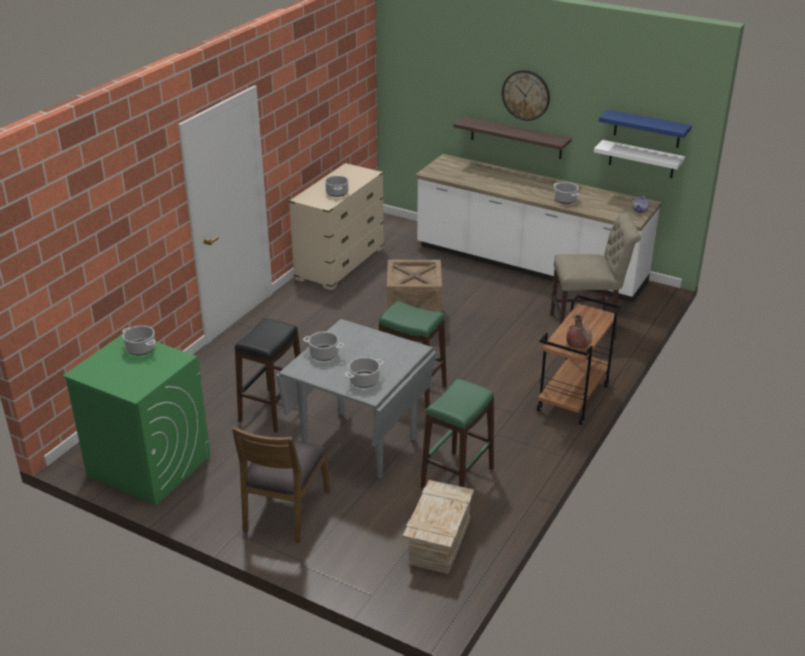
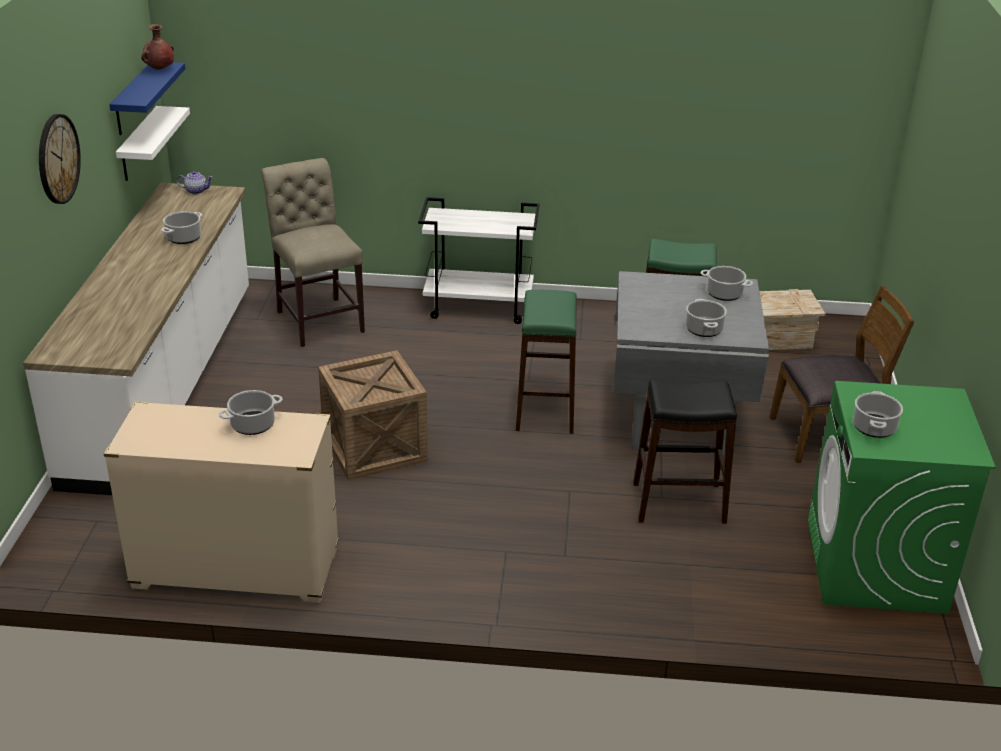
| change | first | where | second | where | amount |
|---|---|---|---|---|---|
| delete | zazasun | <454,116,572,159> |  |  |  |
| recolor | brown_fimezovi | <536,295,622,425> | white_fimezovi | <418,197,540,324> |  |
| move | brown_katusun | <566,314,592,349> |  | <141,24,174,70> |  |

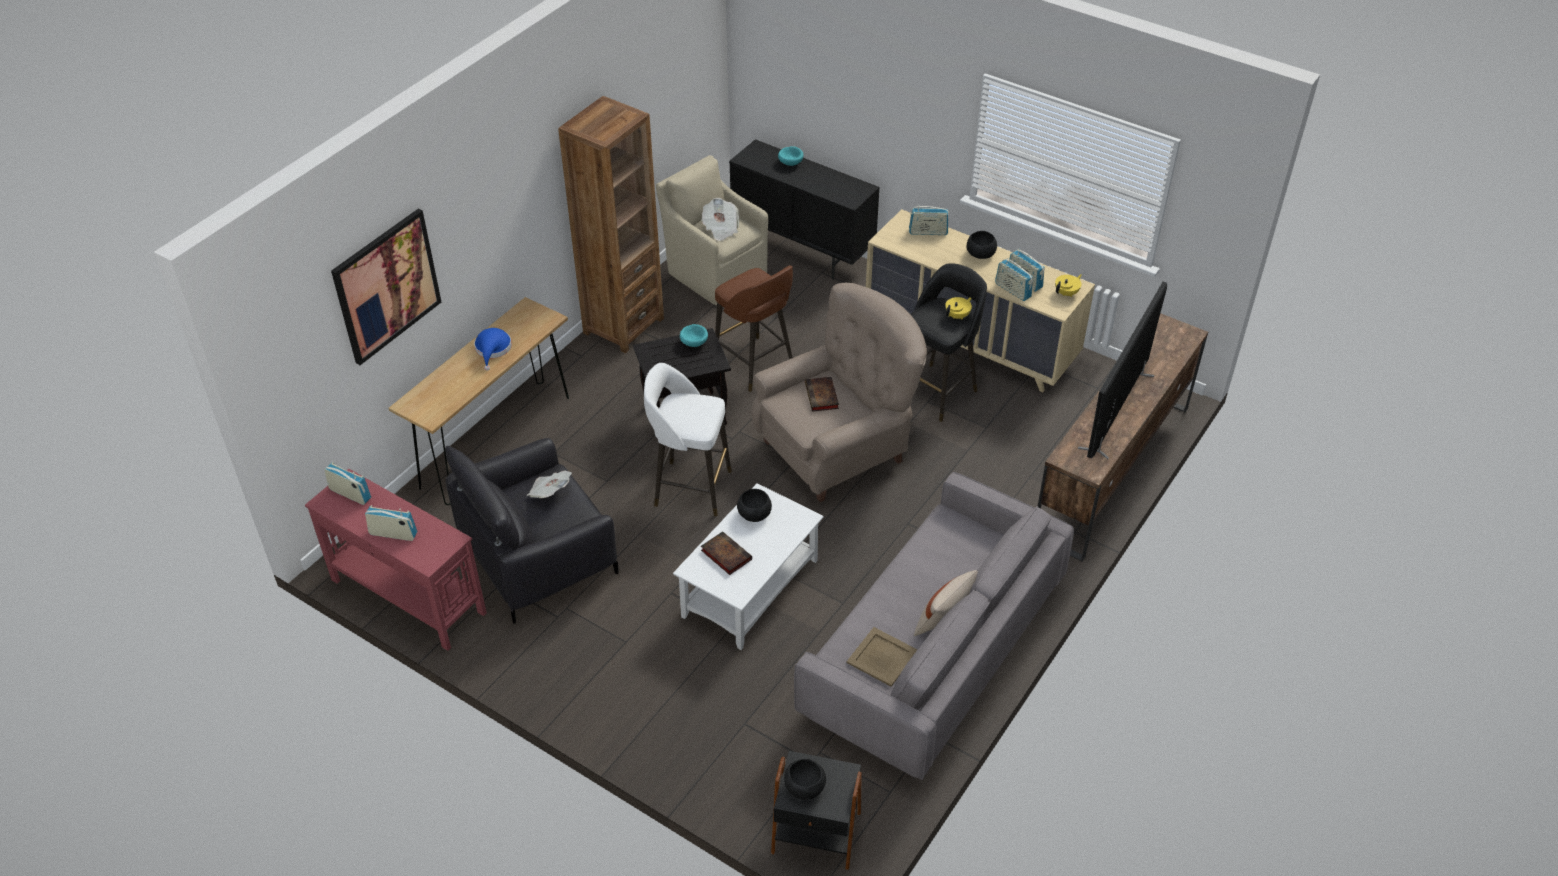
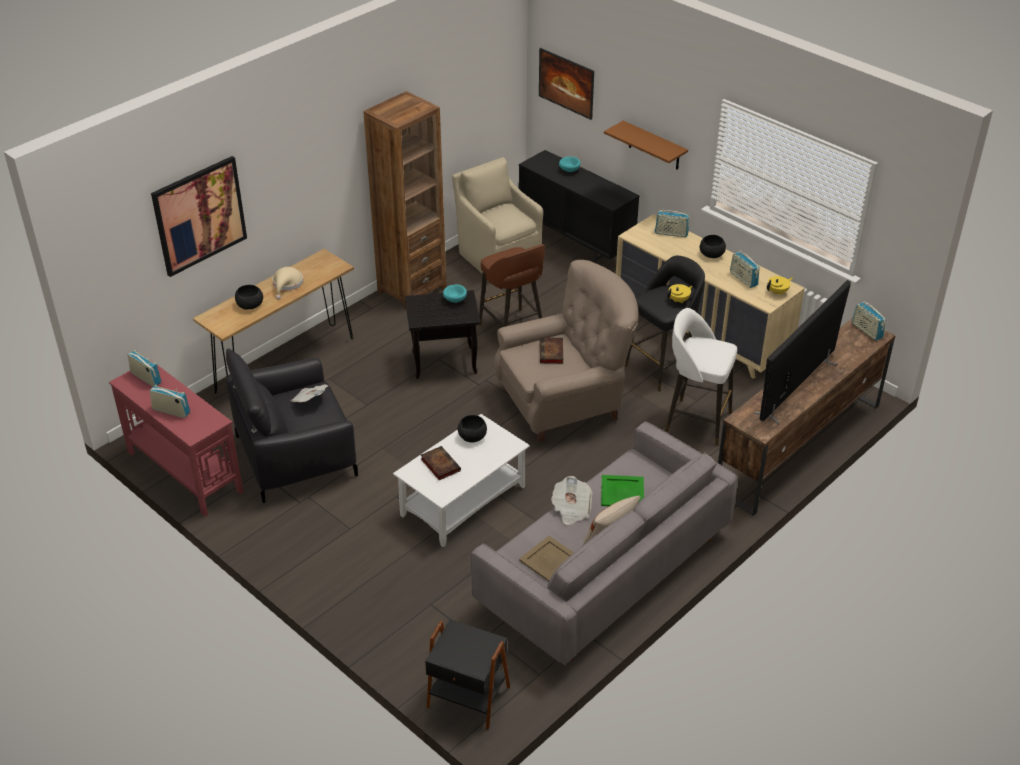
| change | first | where | second | where | amount |
|---|---|---|---|---|---|
| move | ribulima | <701,198,739,241> |  | <551,476,593,525> |  |
| move | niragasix | <995,258,1033,301> |  | <852,301,886,340> |  |
| recolor | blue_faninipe | <474,328,512,371> | beige_faninipe | <273,267,303,299> |  |
| move | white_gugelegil | <644,363,732,516> |  | <665,308,737,445> |  |
| move | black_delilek | <784,759,826,800> |  | <235,285,263,310> |  |
| insert |  |  | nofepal | <539,48,594,120> |  |
| insert |  |  | brown_zazasun | <604,121,688,170> |  |
| insert |  |  | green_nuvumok | <601,475,644,506> |  |

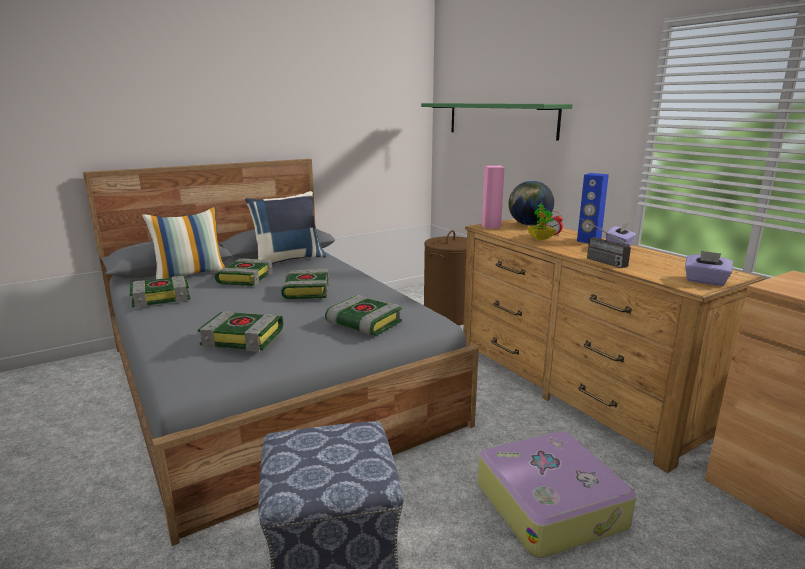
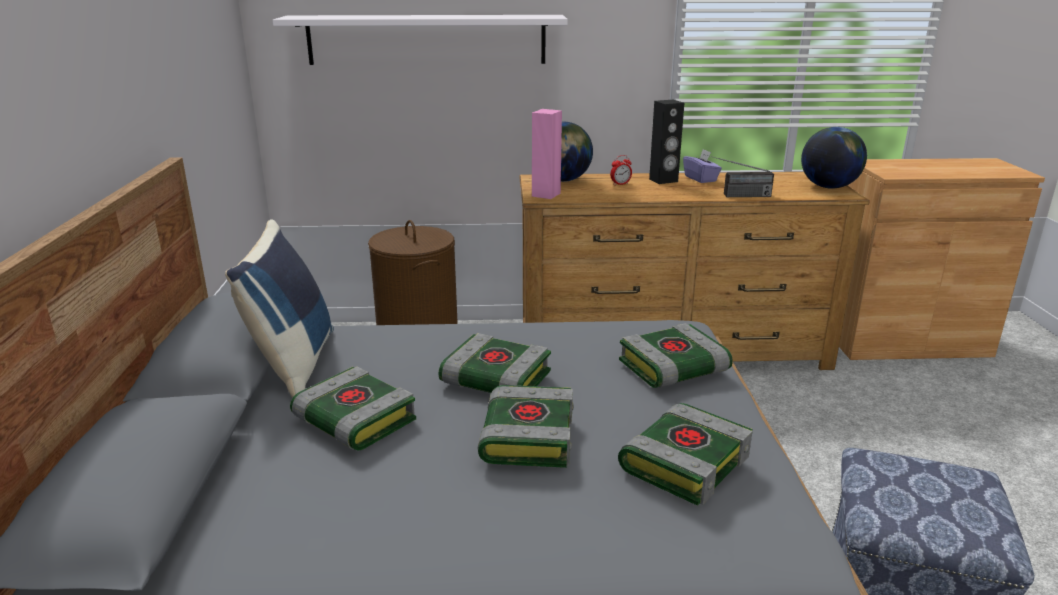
| change | first | where | second | where | amount |
|---|---|---|---|---|---|
| recolor | green_zazasun | <421,103,573,141> | white_zazasun | <272,15,568,65> |  |
| recolor | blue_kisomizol | <577,173,609,243> | black_kisomizol | <649,100,684,184> |  |
| delete | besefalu | <527,204,556,240> |  |  |  |
| delete | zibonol | <142,207,226,279> |  |  |  |
| replace | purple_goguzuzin | <685,251,733,286> | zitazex | <801,127,867,189> |  |
| move | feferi | <130,276,190,308> |  | <478,385,574,468> |  |
| delete | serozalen | <478,431,636,558> |  |  |  |

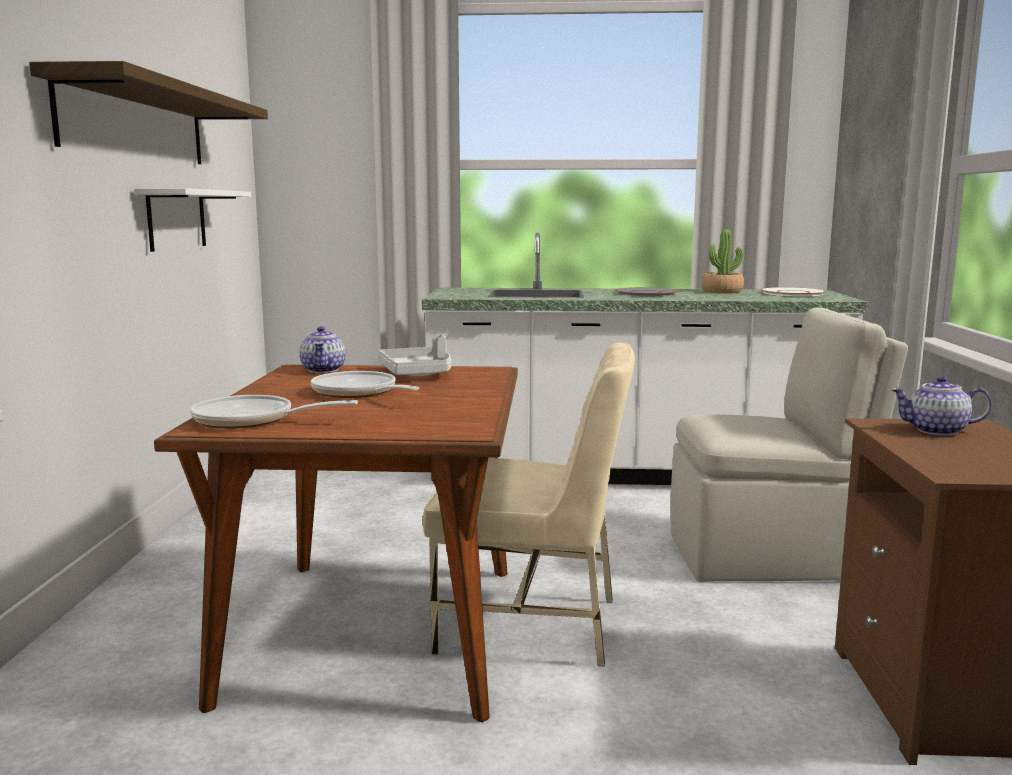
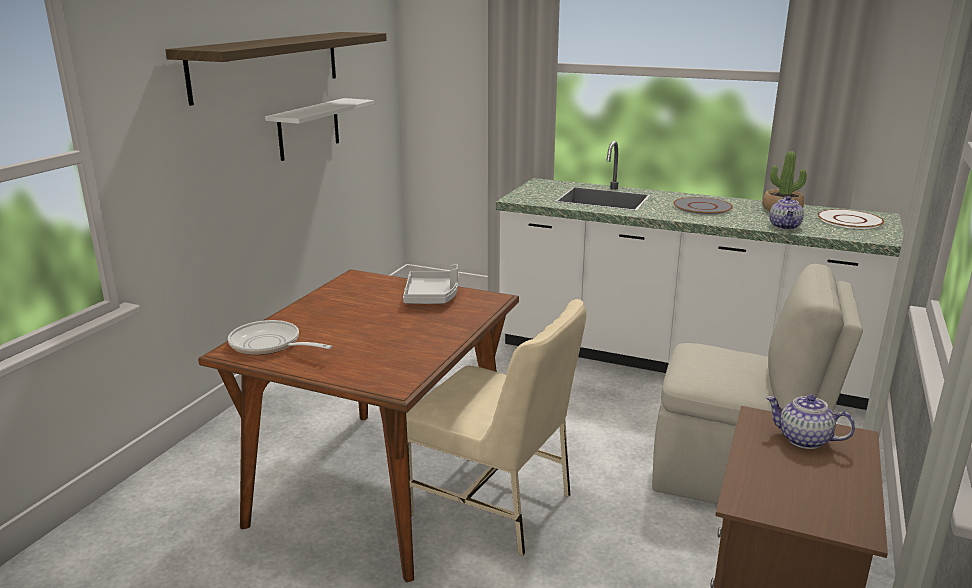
| change | first | where | second | where | amount |
|---|---|---|---|---|---|
| move | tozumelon | <299,326,346,373> |  | <769,196,804,230> |  |
| delete | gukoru | <311,371,419,398> |  |  |  |

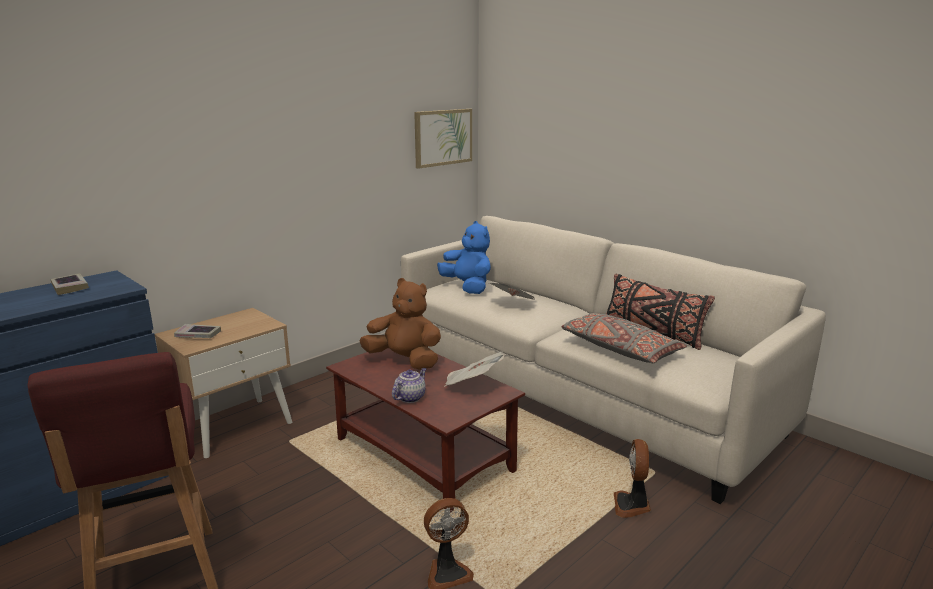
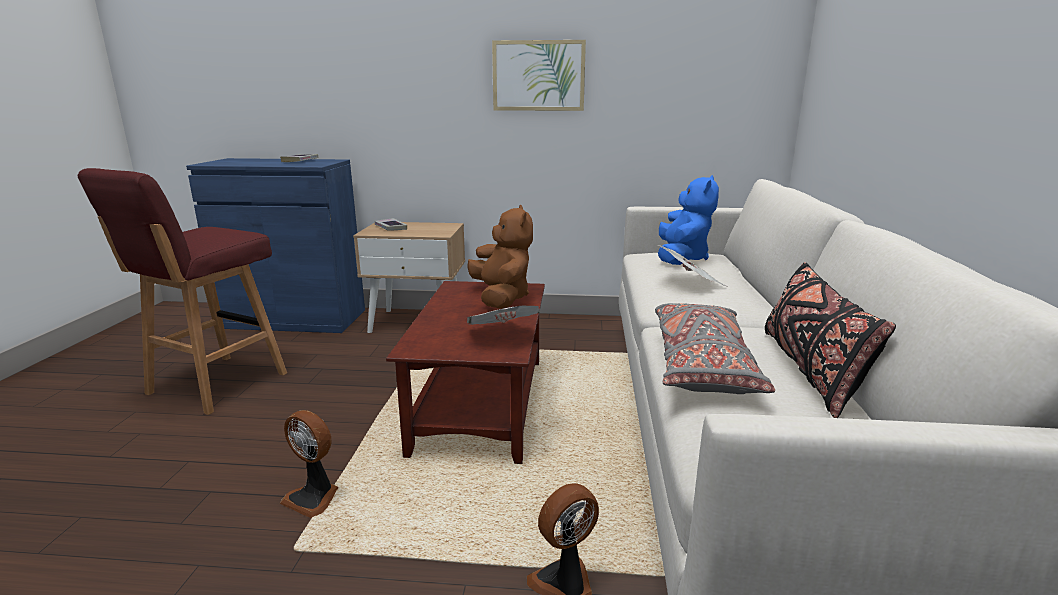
| change | first | where | second | where | amount |
|---|---|---|---|---|---|
| move | nofepal | <414,109,472,168> |  | <492,40,586,111> |  |
| delete | tozumelon | <392,368,426,403> |  |  |  |

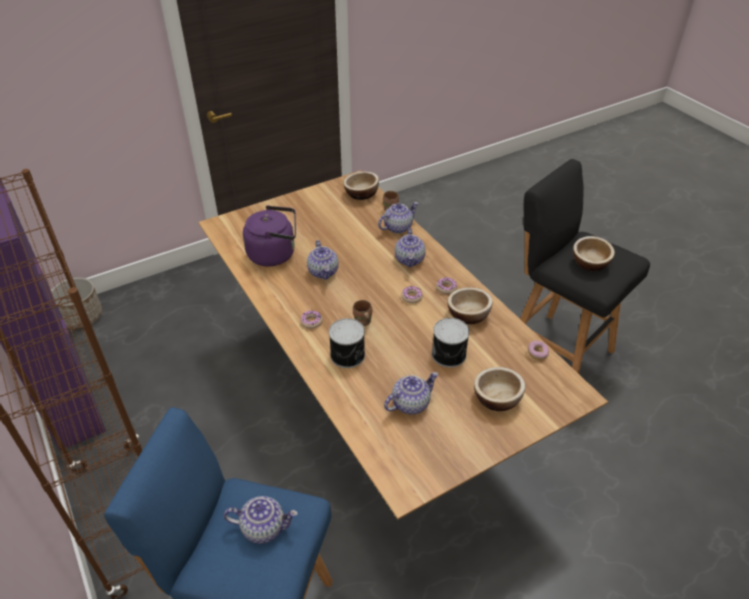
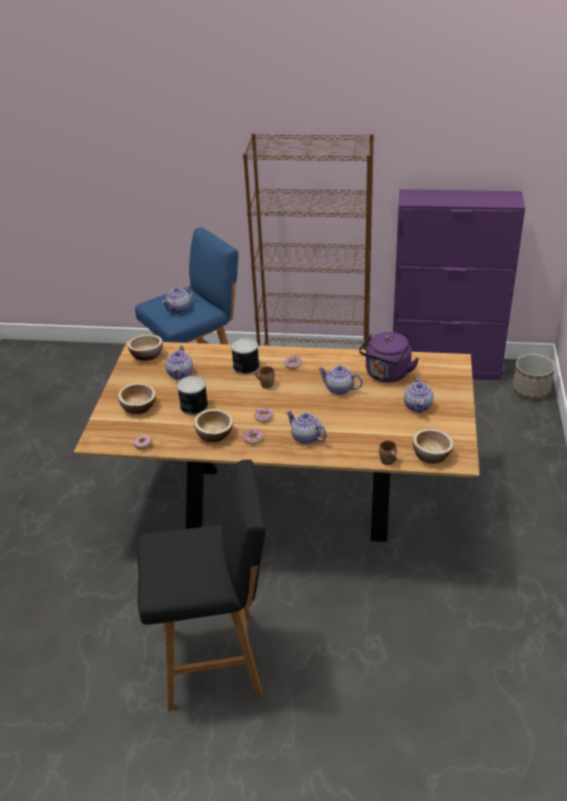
| change | first | where | second | where | amount |
|---|---|---|---|---|---|
| move | tozumelon | <378,202,418,234> |  | <404,376,434,413> |  |
| move | delilek | <573,236,615,271> |  | <127,334,163,361> |  |

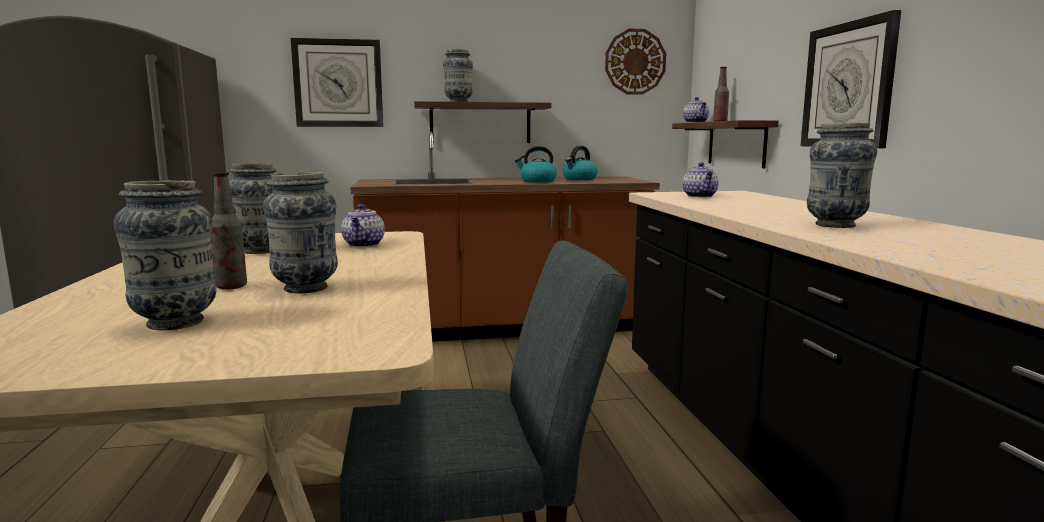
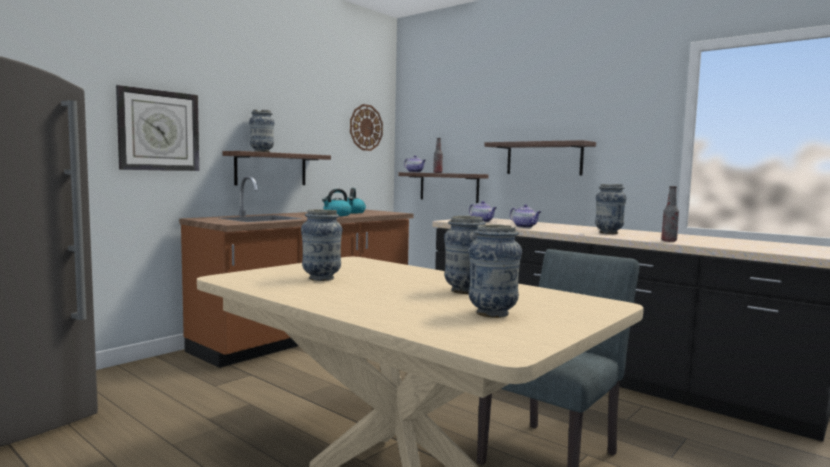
| change | first | where | second | where | amount |
|---|---|---|---|---|---|
| replace | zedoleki | <801,10,901,148> | zazasun | <484,140,596,176> |  |
| move | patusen | <211,172,247,290> |  | <661,186,679,242> |  |
| move | tozumelon | <341,204,385,247> |  | <510,204,541,228> |  |

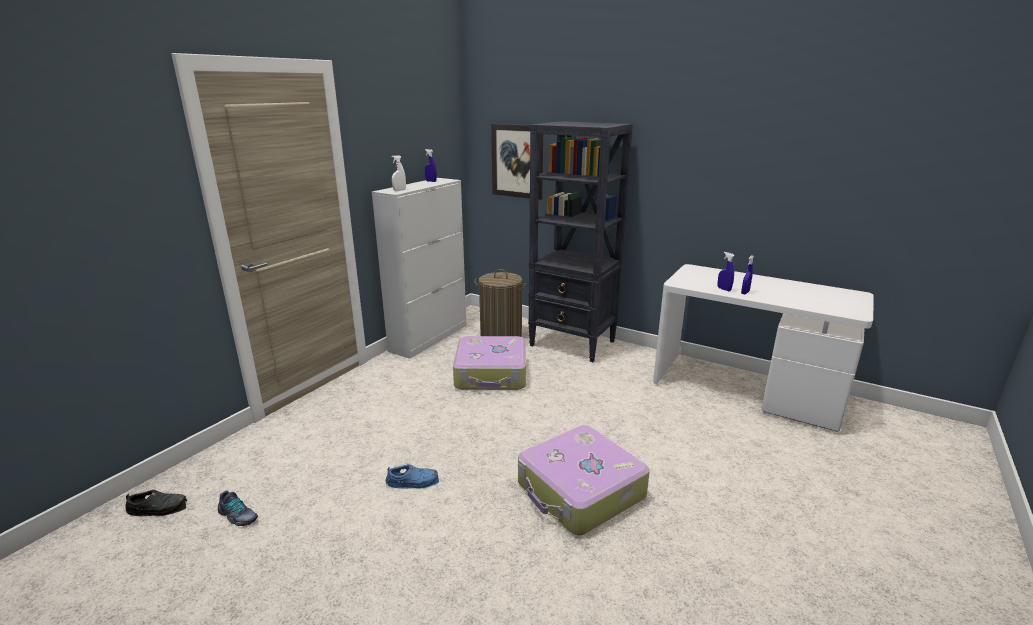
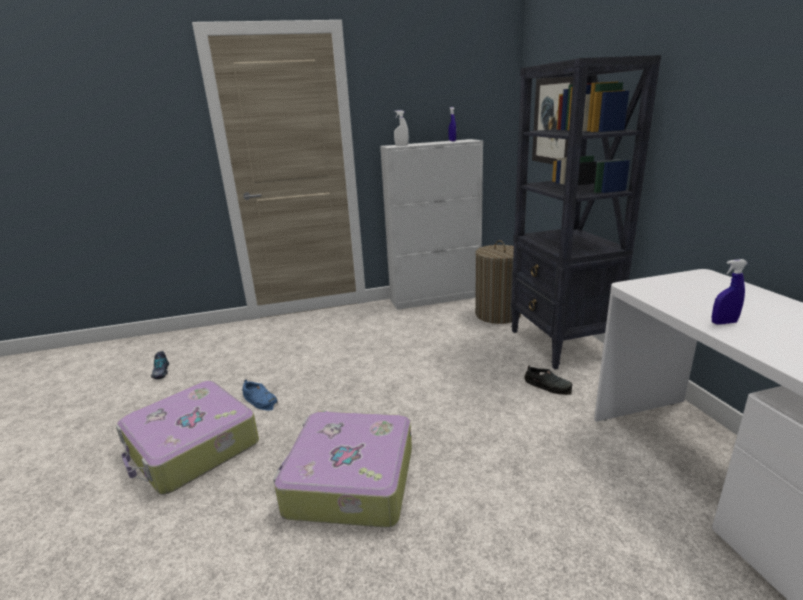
| change | first | where | second | where | amount |
|---|---|---|---|---|---|
| delete | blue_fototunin | <717,252,734,291> |  |  |  |
| move | serozalen | <453,336,526,390> |  | <116,381,259,495> |  |
| move | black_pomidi | <126,490,187,516> |  | <524,365,572,395> |  |

